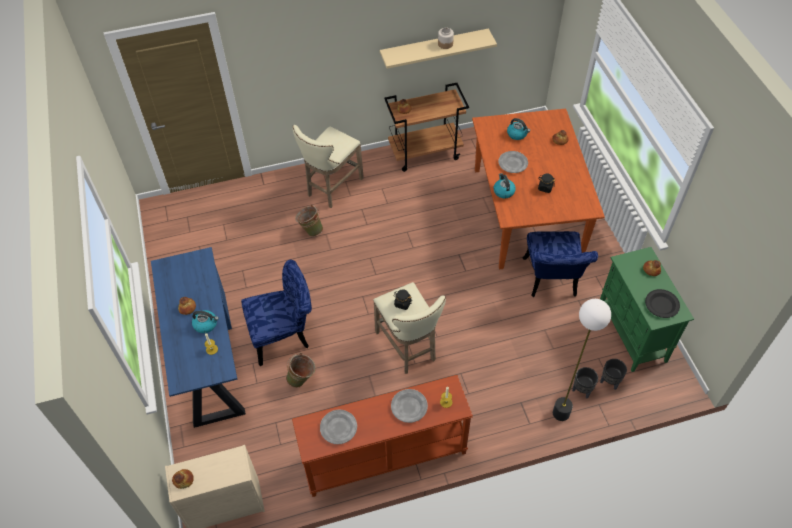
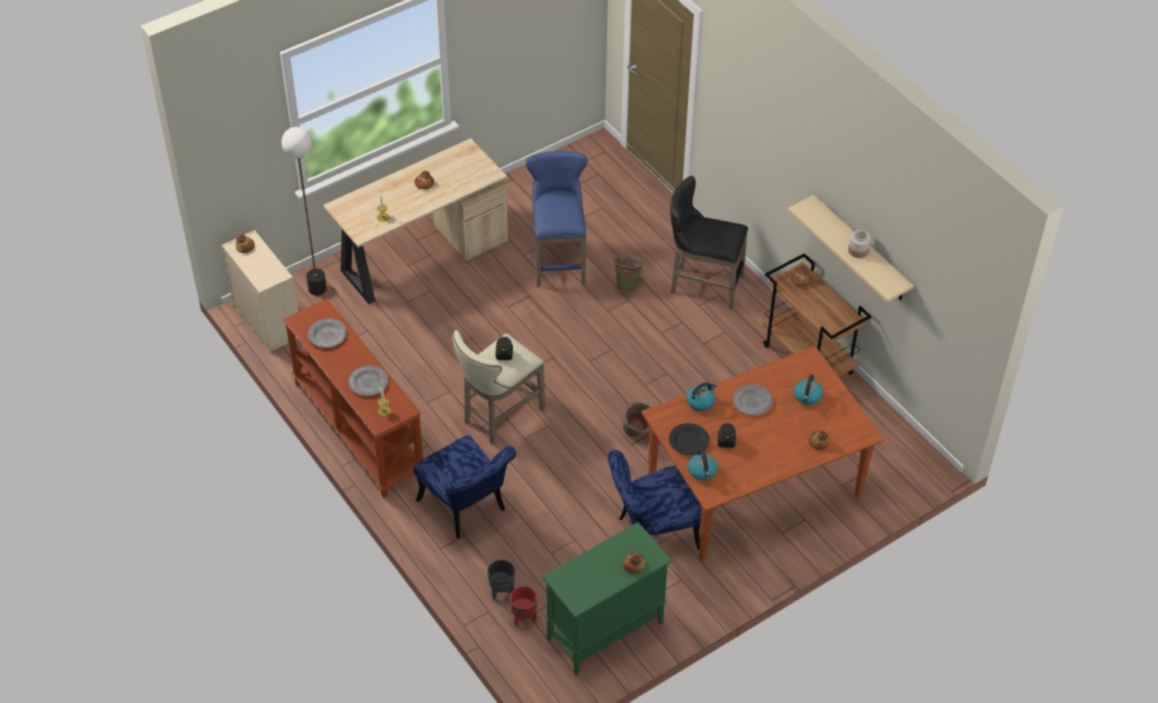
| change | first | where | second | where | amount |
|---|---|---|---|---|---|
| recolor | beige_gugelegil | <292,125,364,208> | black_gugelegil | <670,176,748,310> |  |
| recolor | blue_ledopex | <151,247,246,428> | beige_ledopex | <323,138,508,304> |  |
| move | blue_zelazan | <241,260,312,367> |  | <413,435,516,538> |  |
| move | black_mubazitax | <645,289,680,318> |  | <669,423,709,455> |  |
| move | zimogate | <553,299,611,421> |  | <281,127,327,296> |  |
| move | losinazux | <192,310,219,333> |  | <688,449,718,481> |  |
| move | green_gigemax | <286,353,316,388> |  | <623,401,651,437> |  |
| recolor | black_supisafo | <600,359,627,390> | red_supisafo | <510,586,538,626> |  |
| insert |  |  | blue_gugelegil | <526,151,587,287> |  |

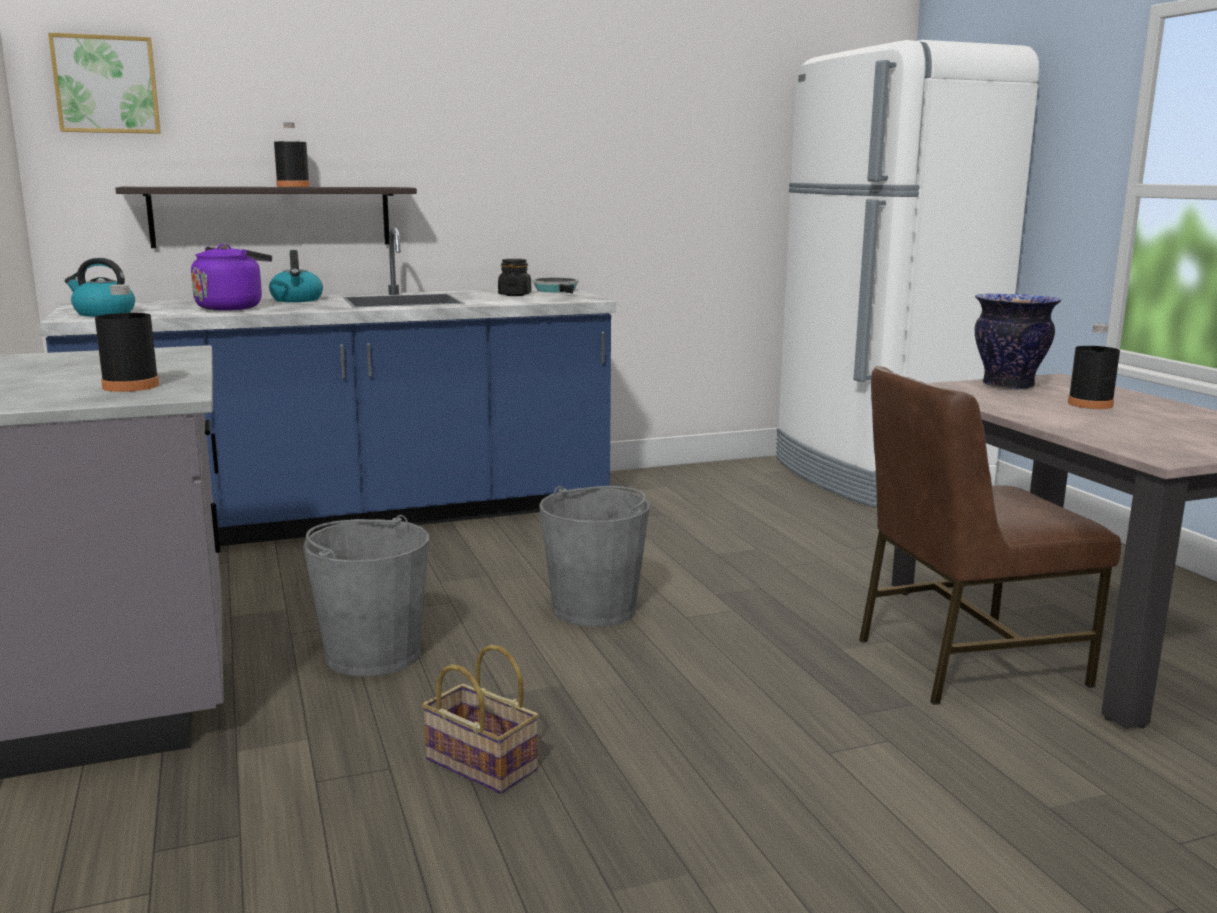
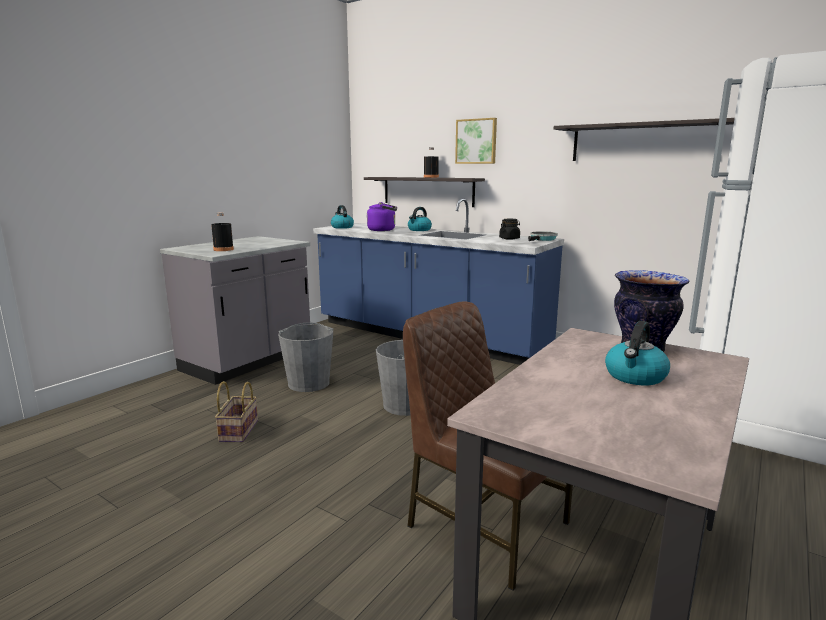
| change | first | where | second | where | amount |
|---|---|---|---|---|---|
| move | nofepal | <48,33,161,134> |  | <455,118,497,164> |  |
| replace | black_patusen | <1068,324,1120,409> | losinazux | <605,321,670,385> |  |
| insert |  |  | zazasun | <554,118,735,161> |  |

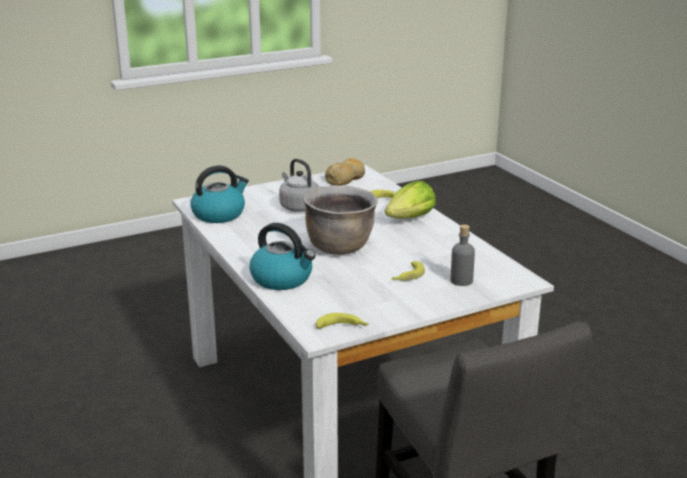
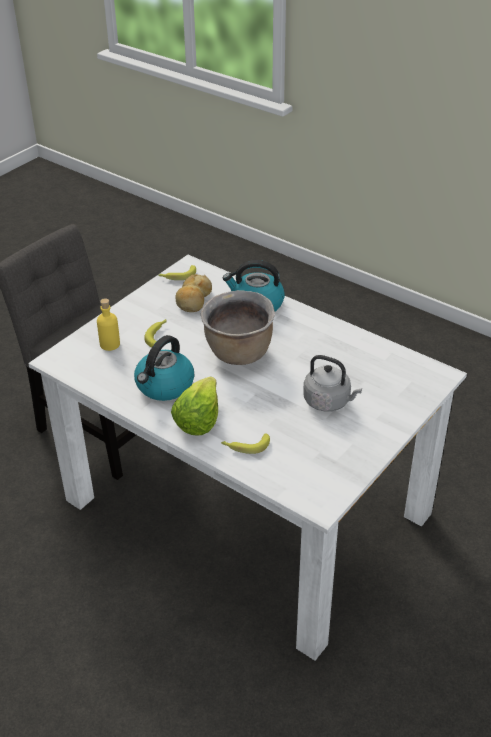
| change | first | where | second | where | amount |
|---|---|---|---|---|---|
| move | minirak | <325,158,365,185> |  | <175,274,212,312> |  |
| move | losinazux | <190,165,249,223> |  | <134,335,194,401> |  |
| recolor | grey_patusen | <451,224,475,286> | yellow_patusen | <97,298,120,351> |  |

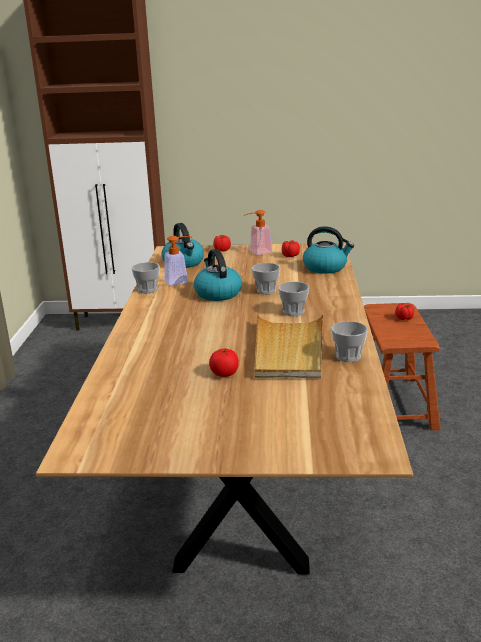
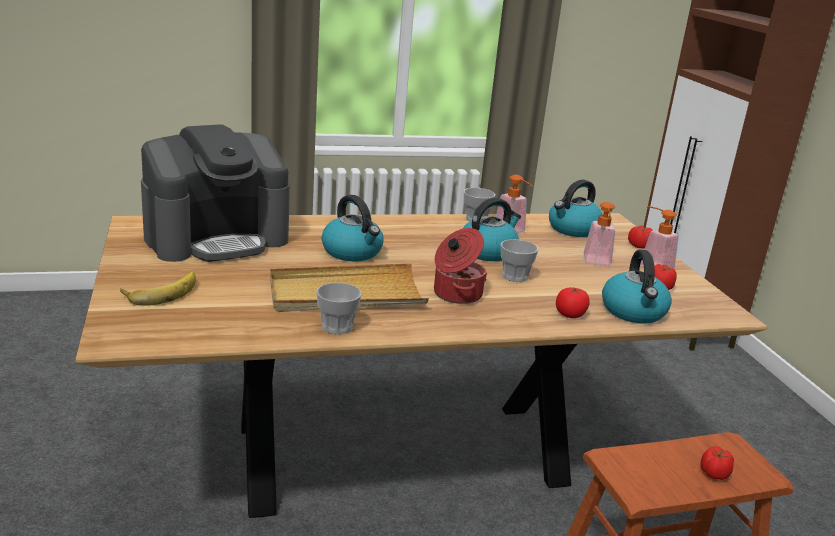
| change | first | where | second | where | amount |
|---|---|---|---|---|---|
| replace | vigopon | <278,281,309,316> | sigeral | <434,228,487,304> |  |
| move | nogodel | <209,349,239,377> |  | <556,287,590,318> |  |
| insert |  |  | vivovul | <141,124,290,262> |  |
| insert |  |  | losinazux | <322,195,384,261> |  |
| insert |  |  | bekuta | <584,202,615,266> |  |
| insert |  |  | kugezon | <120,272,196,306> |  |

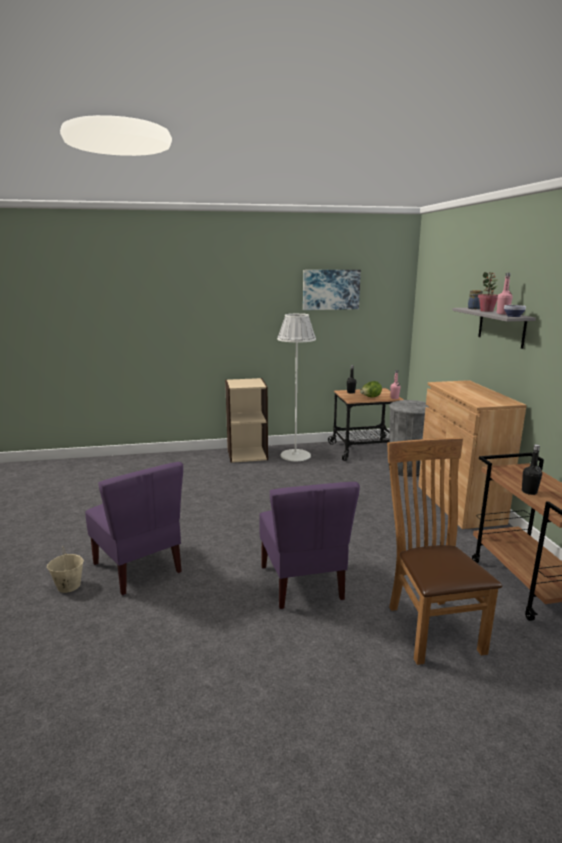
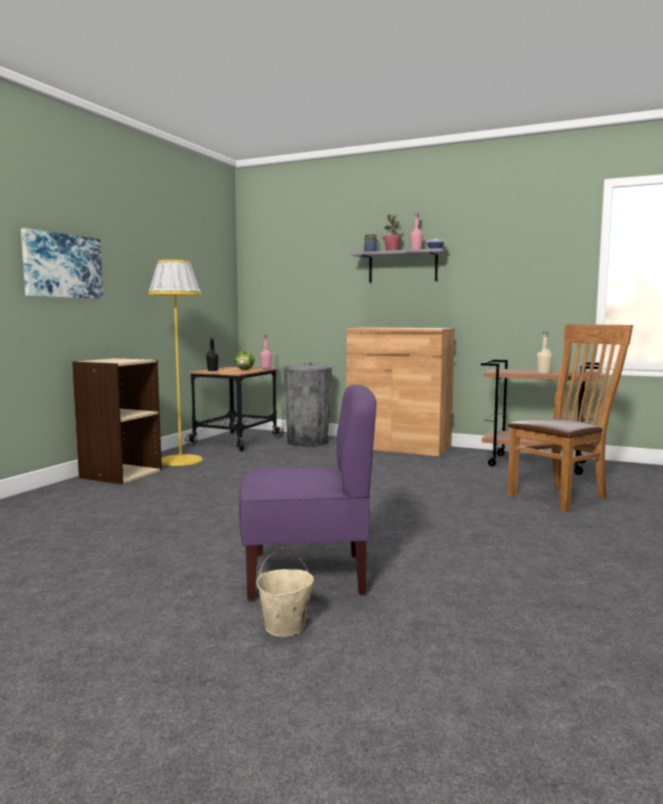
| change | first | where | second | where | amount |
|---|---|---|---|---|---|
| move | nofepal | <303,270,361,310> |  | <21,228,103,298> |  |
| recolor | white_zimogate | <277,313,316,461> | yellow_zimogate | <148,260,203,466> |  |
| rotate | brown_zelazan | <387,438,502,665> |  | <507,324,633,512> | 120 degrees clockwise |
| recolor | black_patusen | <522,444,542,495> | beige_patusen | <537,331,552,374> |  |
| delete | purple_zelazan | <259,482,360,609> |  |  |  |

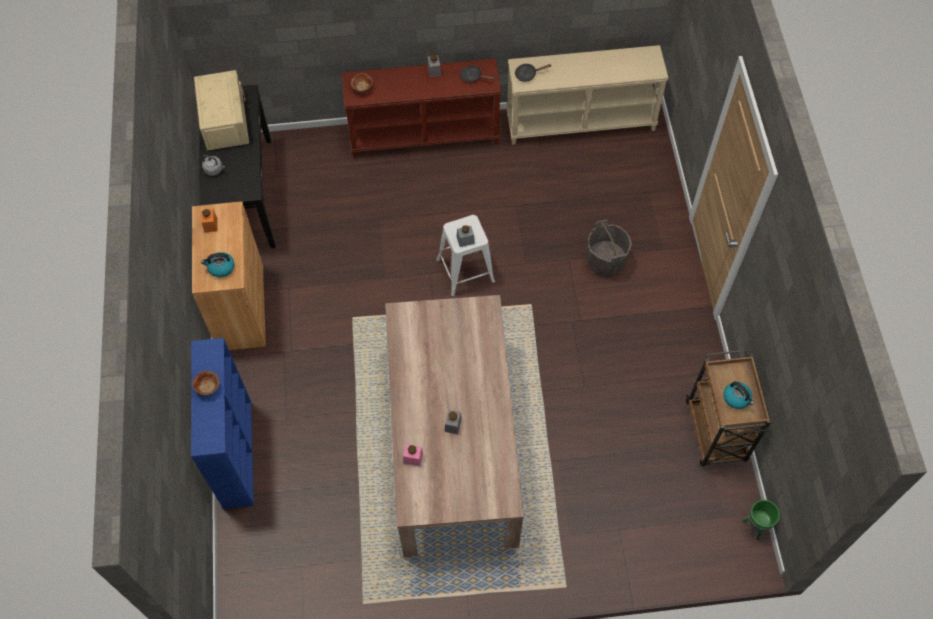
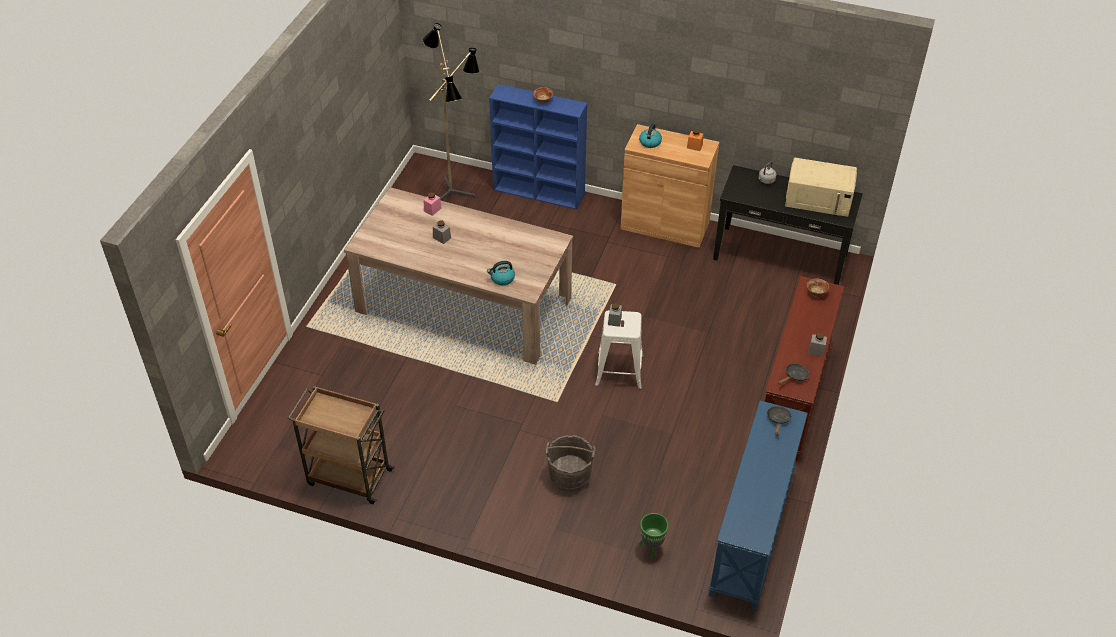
| change | first | where | second | where | amount |
|---|---|---|---|---|---|
| recolor | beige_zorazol | <506,45,668,145> | blue_zorazol | <708,401,808,610> |  |
| move | losinazux | <724,381,754,409> |  | <487,261,515,285> |  |
| move | green_supisafo | <743,500,780,540> |  | <639,513,669,560> |  |
| insert |  |  | zimogate | <423,23,479,201> |  |

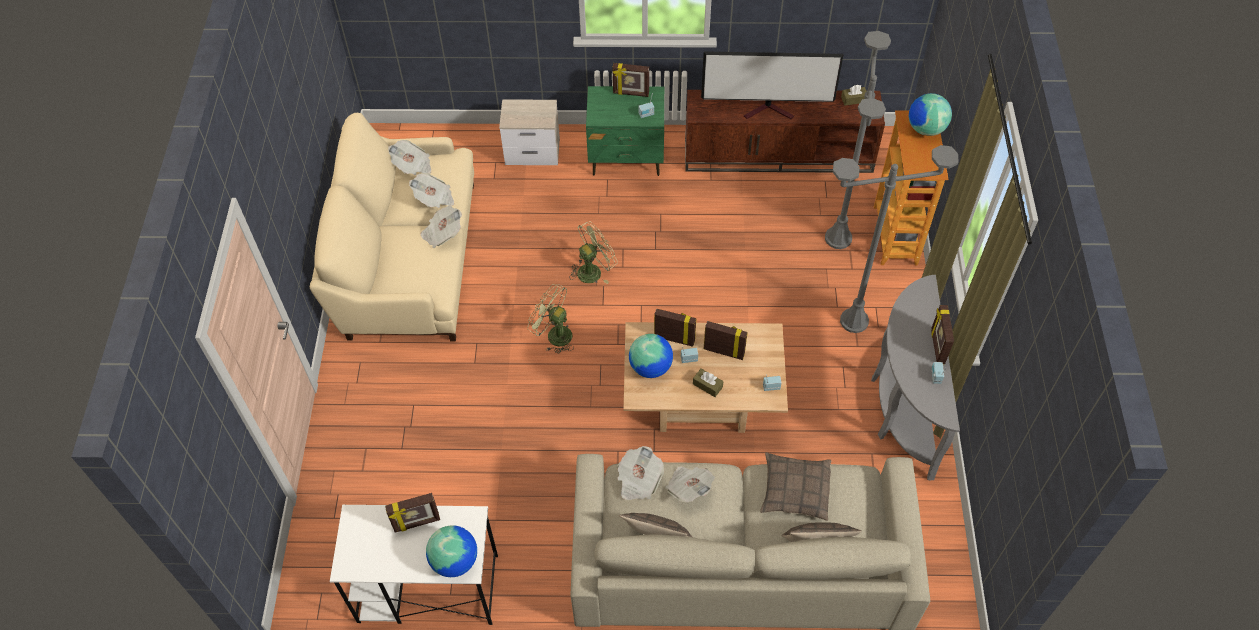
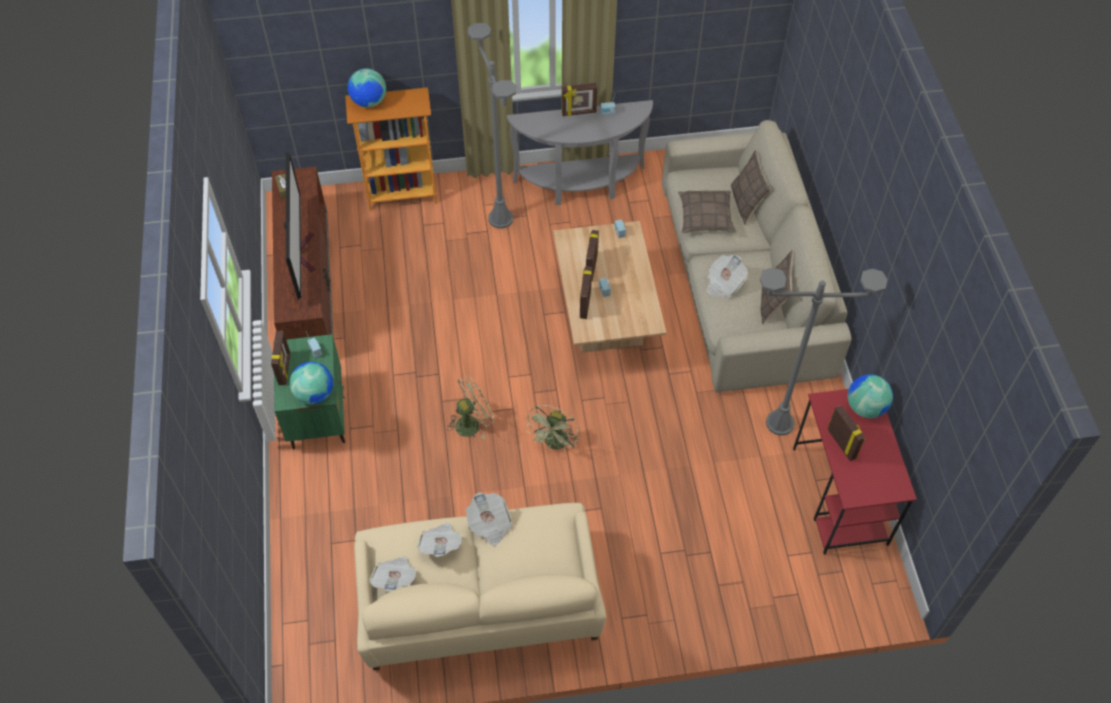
| change | first | where | second | where | amount |
|---|---|---|---|---|---|
| move | grey_zimogate | <825,31,891,249> |  | <760,268,887,435> |  |
| delete | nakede | <499,99,560,165> |  |  |  |
| rotate | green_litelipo | <569,221,618,284> |  | <447,376,494,439> | 105 degrees clockwise |
| move | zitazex | <629,334,673,378> |  | <290,362,333,404> |  |
| delete | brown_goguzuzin | <693,369,723,397> |  |  |  |
| delete | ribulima | <617,446,664,500> |  |  |  |
| recolor | white_ledopex | <330,505,498,625> | red_ledopex | <793,389,917,555> |  |

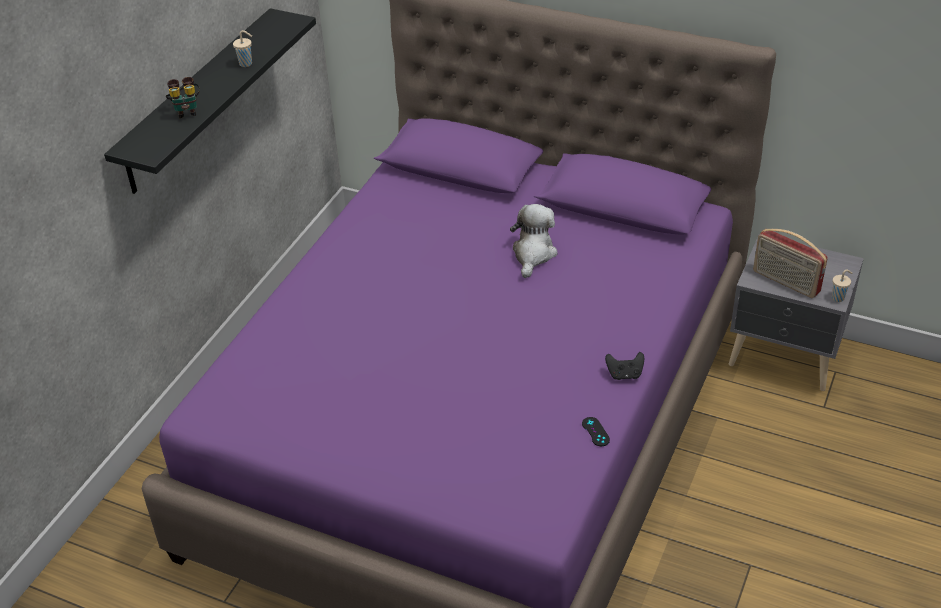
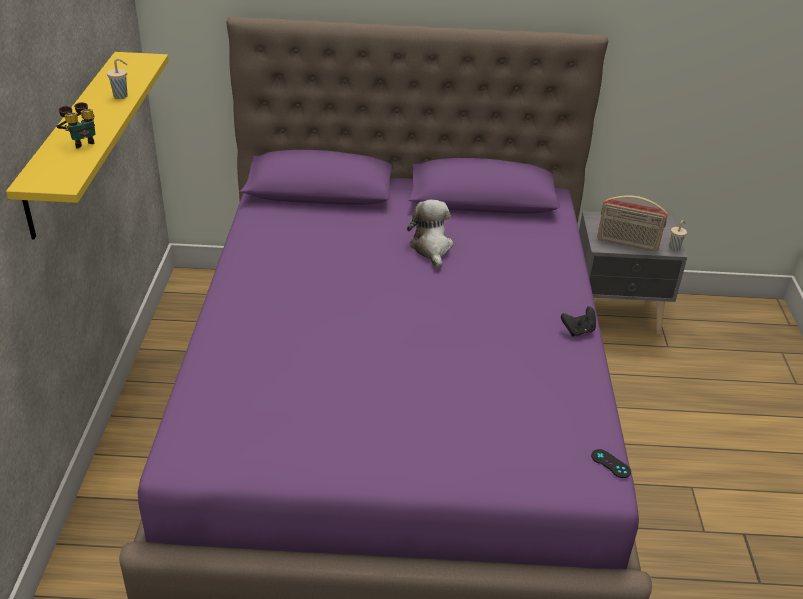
| change | first | where | second | where | amount |
|---|---|---|---|---|---|
| recolor | black_zazasun | <104,8,316,194> | yellow_zazasun | <6,52,169,240> |  |
| move | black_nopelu | <582,417,610,446> |  | <591,449,631,478> |  |

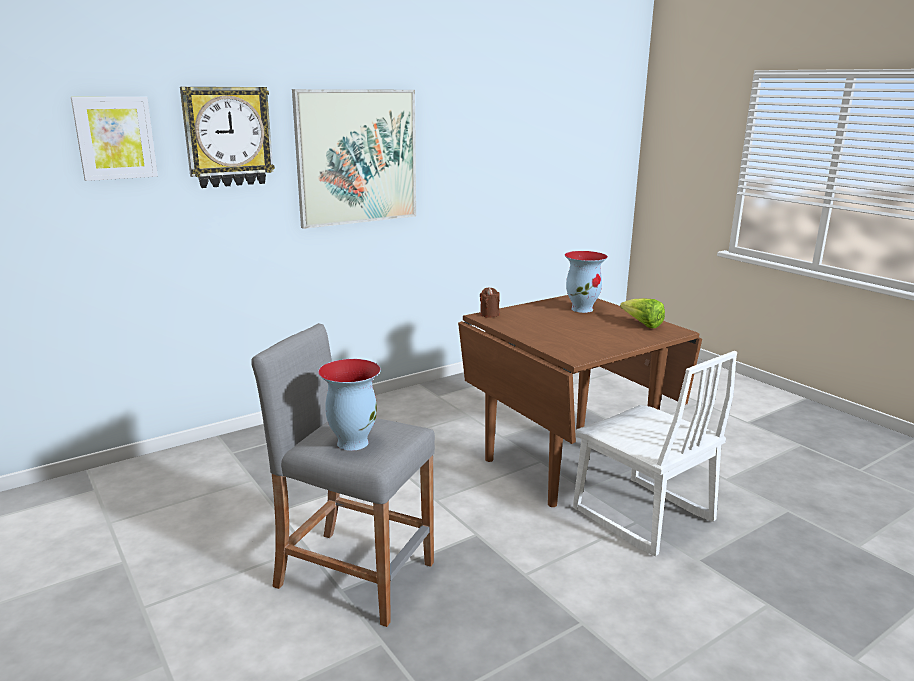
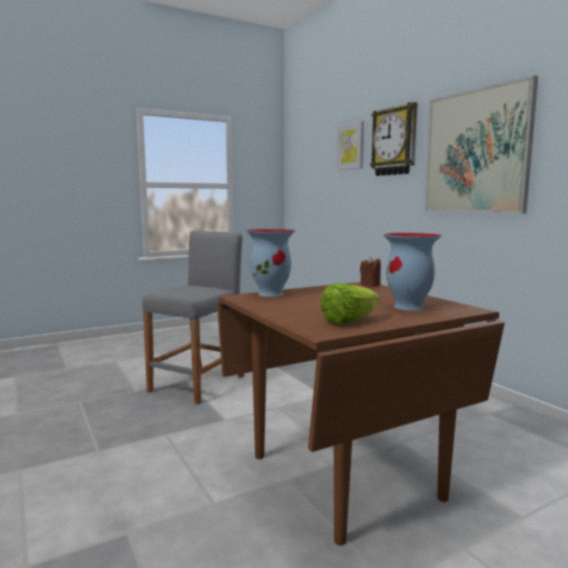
| change | first | where | second | where | amount |
|---|---|---|---|---|---|
| delete | white_zelazan | <573,351,737,556> |  |  |  |
| move | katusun | <318,359,381,451> |  | <246,229,295,297> |  |

